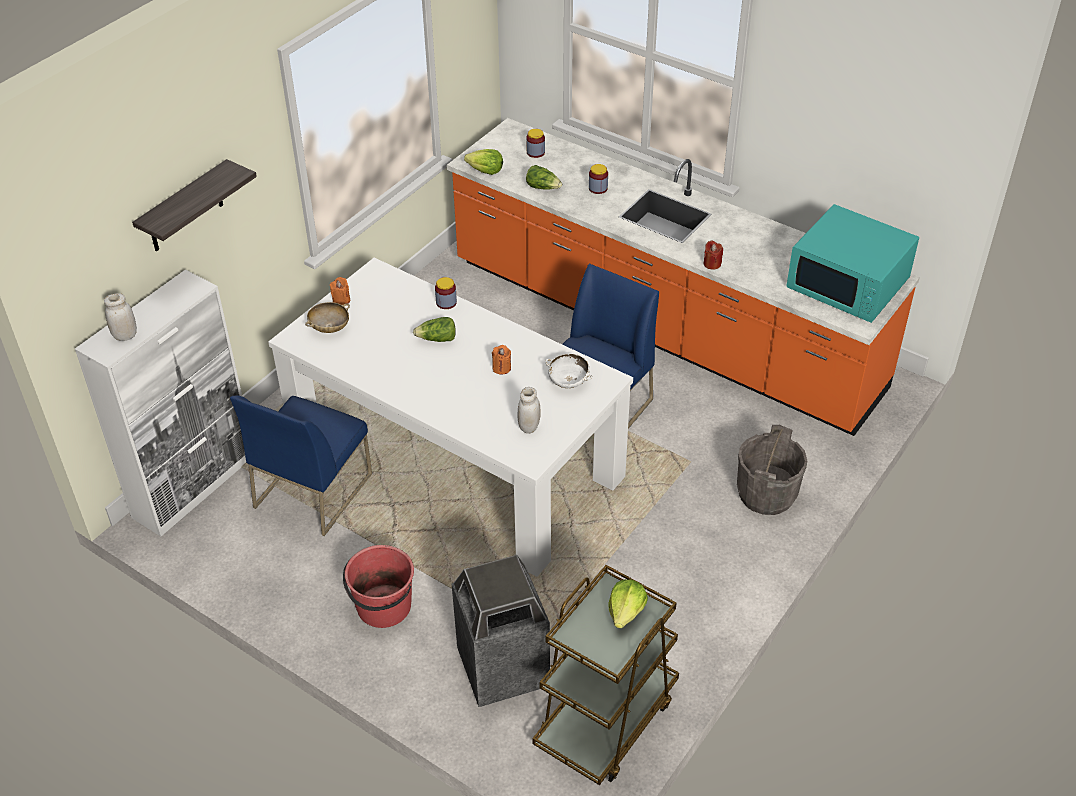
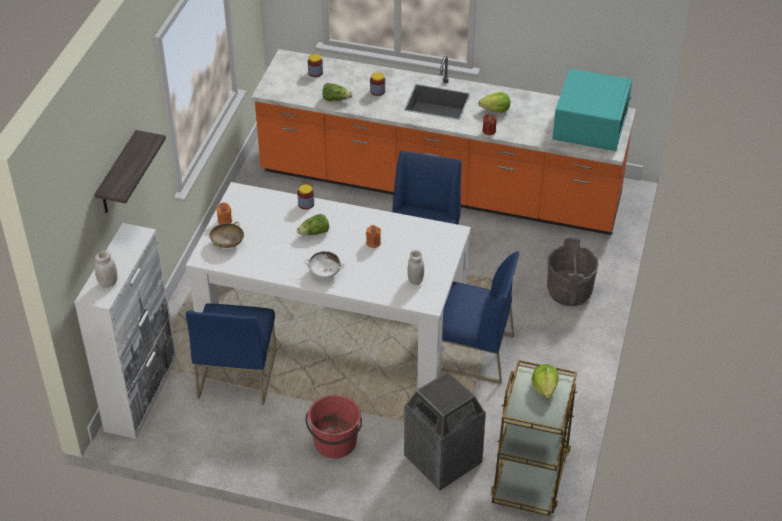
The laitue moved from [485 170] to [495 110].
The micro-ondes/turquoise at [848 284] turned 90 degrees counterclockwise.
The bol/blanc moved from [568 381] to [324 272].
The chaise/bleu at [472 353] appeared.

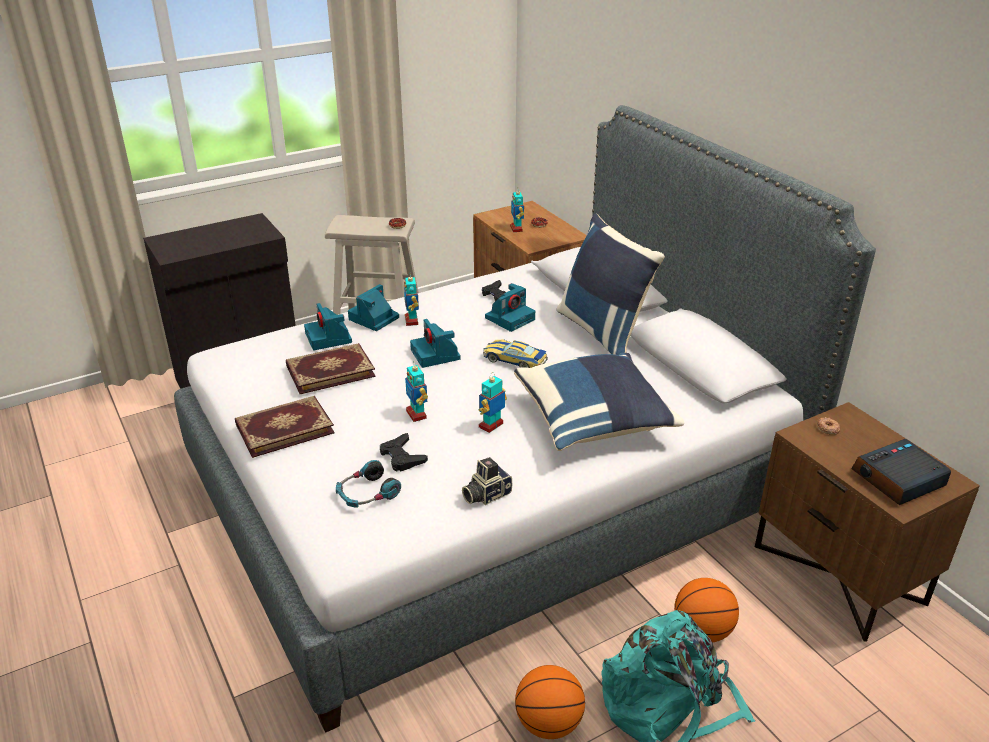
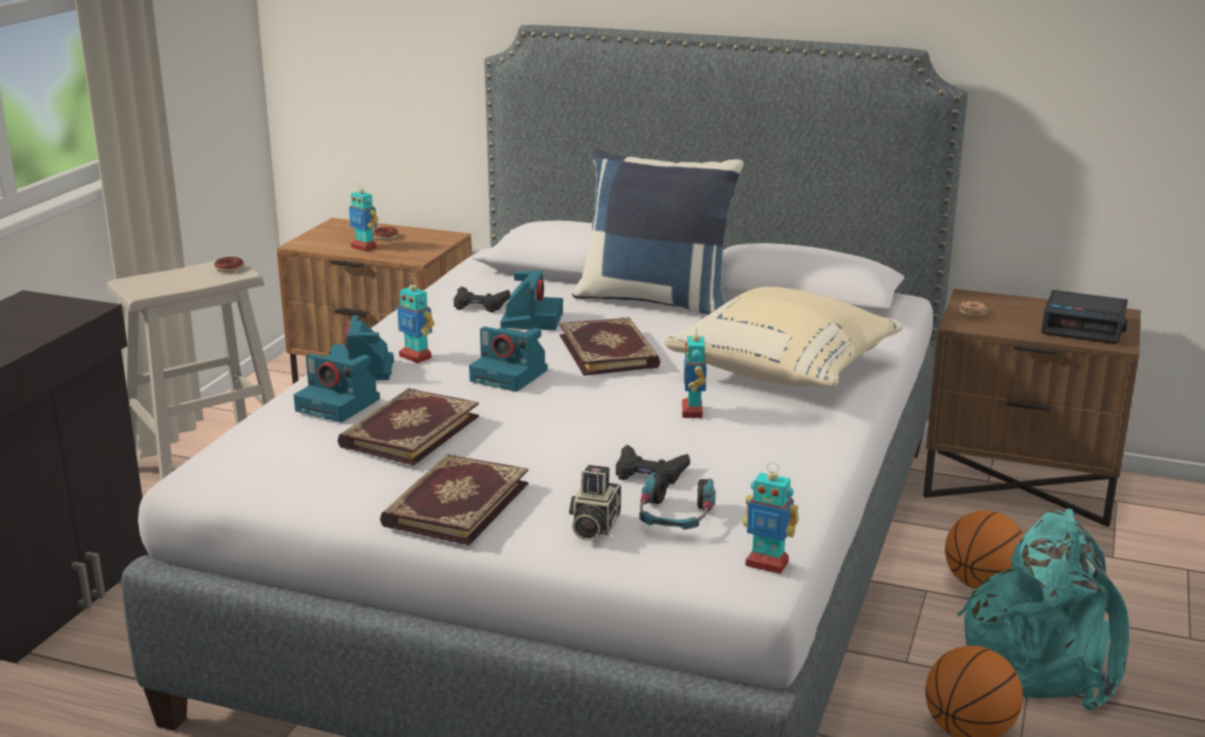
The petite voiture at [514 360] was replaced by the livre at [610 351].
The coussin/bleu at [594 421] became the coussin/beige at [786 371].
The robot jouet moved from [417 414] to [767 563].
The réveil at [898 479] turned 90 degrees counterclockwise.
The appareil photo moved from [485 494] to [593 526].

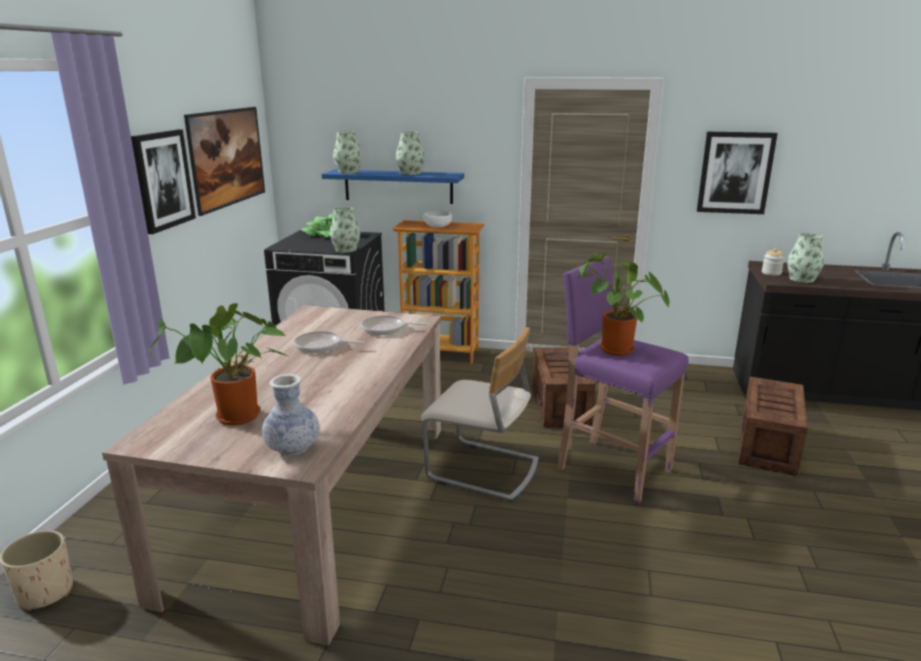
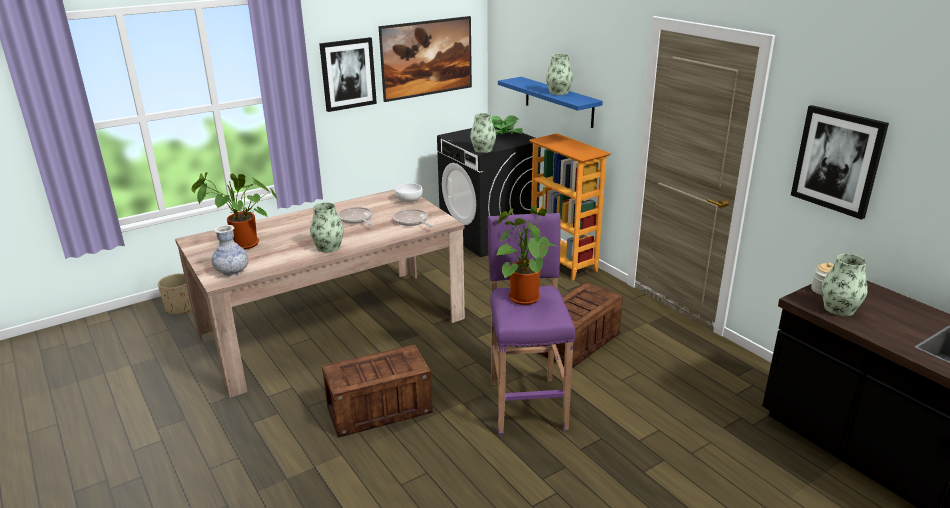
The vase moved from [348 172] to [328 247].
The bol/blanc moved from [437 226] to [408 199].
The chaise/beige at [483 470] disappeared.
The caisse moved from [767 444] to [381 409].

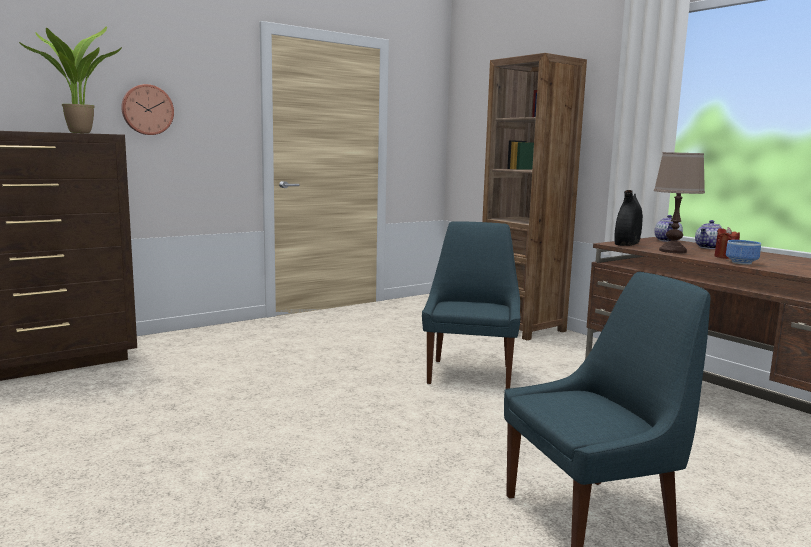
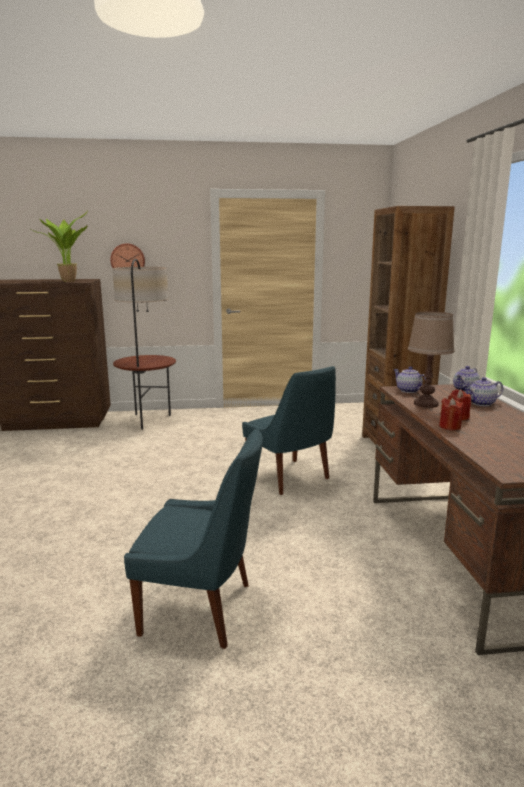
The vase/noir at [627 244] was replaced by the théière at [408 391].
The chaise/bleu at [470 373] turned 105 degrees clockwise.
The bol at [741 263] was replaced by the bougie/rouge at [449 427].
The lampadaire at [148 421] appeared.

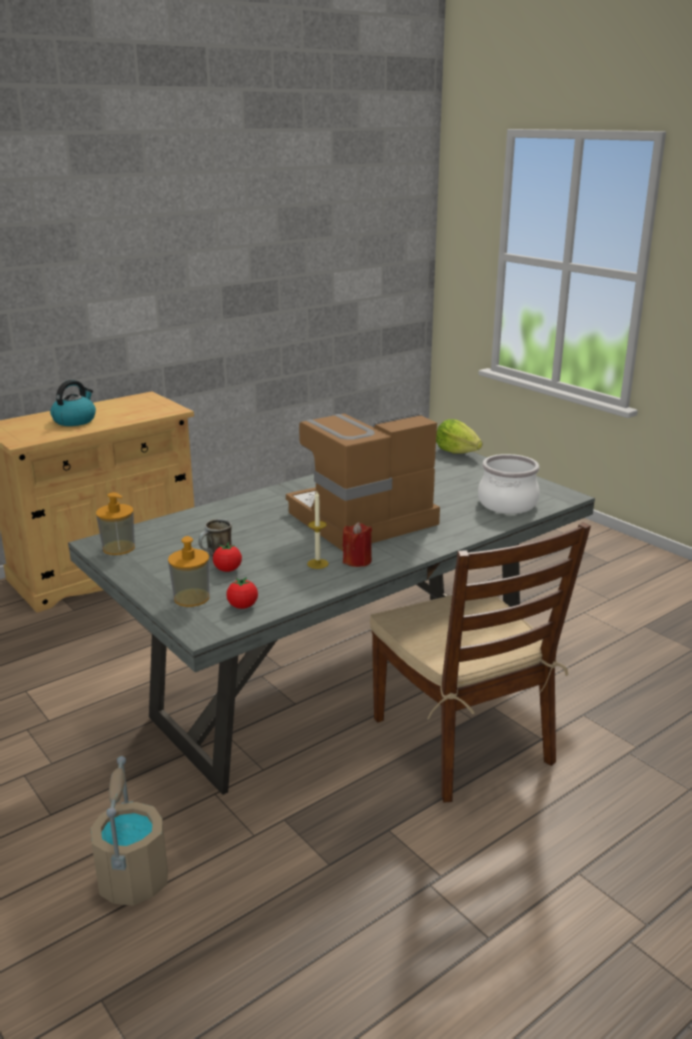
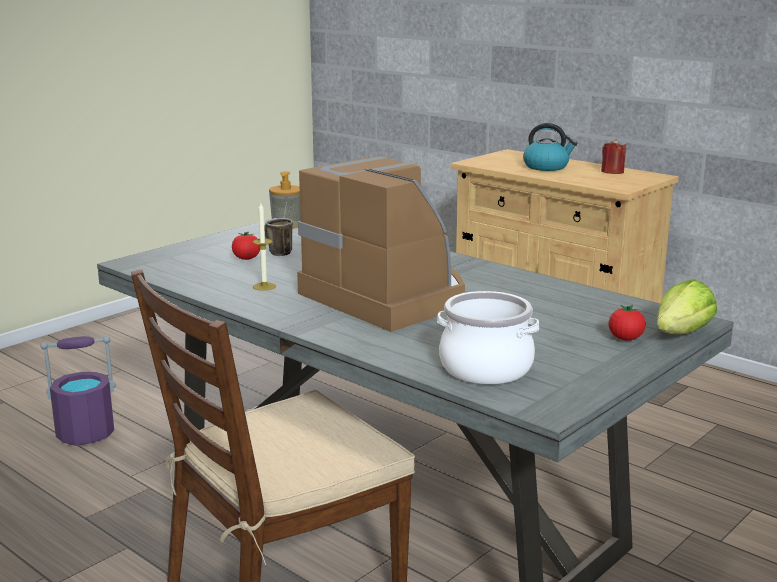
The bougie/rouge moved from [357 561] to [612 172].
The distributeur de savon at [191 597] disappeared.
The tomate moved from [242 606] to [625 339].
The seau/beige at [133 879] became the seau/violet at [86 433].

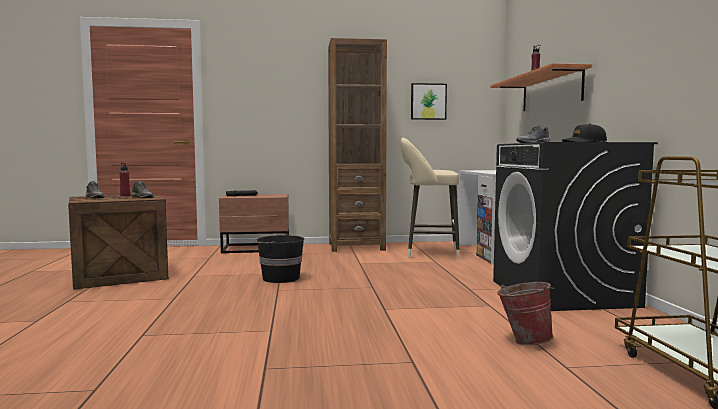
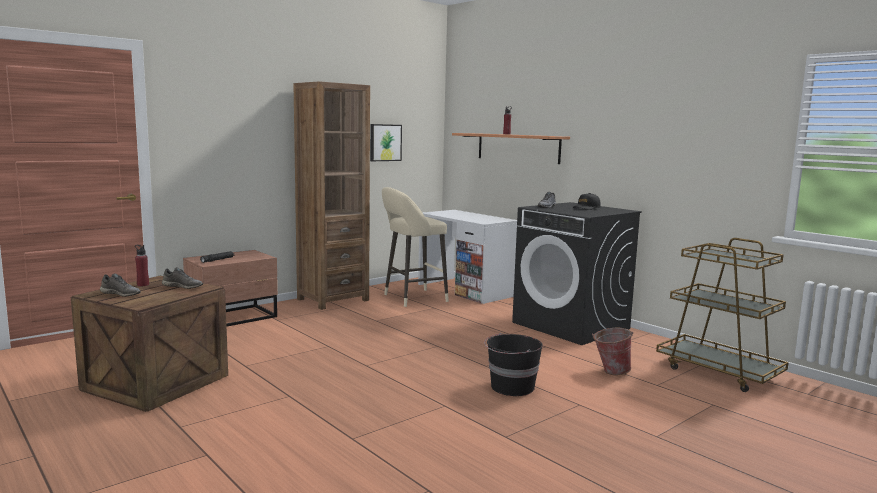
The seau/noir moved from [280 278] to [511 387].

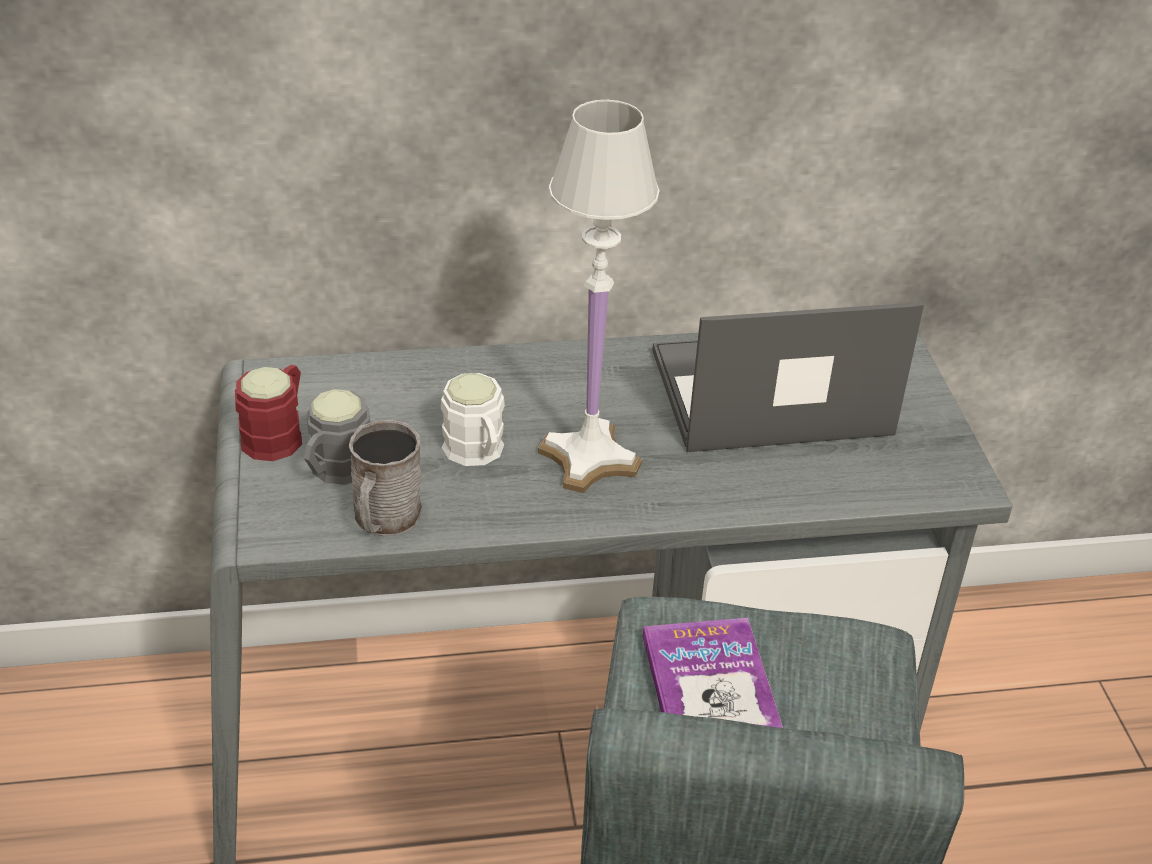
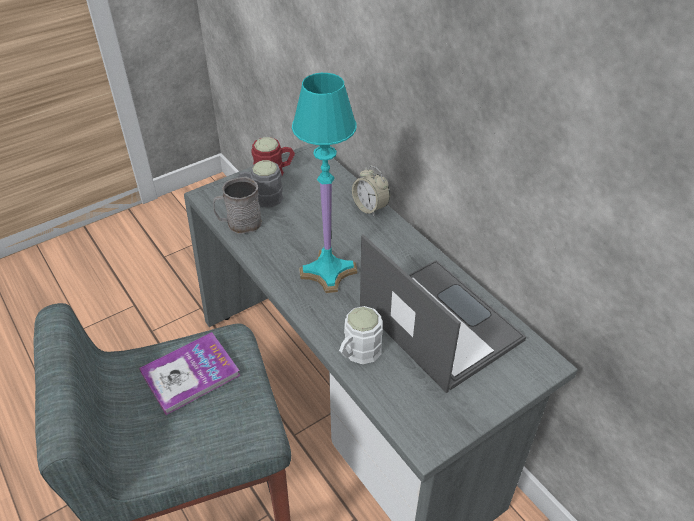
The lampe de table/blanc at [590 459] became the lampe de table/turquoise at [327 272].
The mug/blanc moved from [477 453] to [358 353].
The réveil at [370 208] appeared.

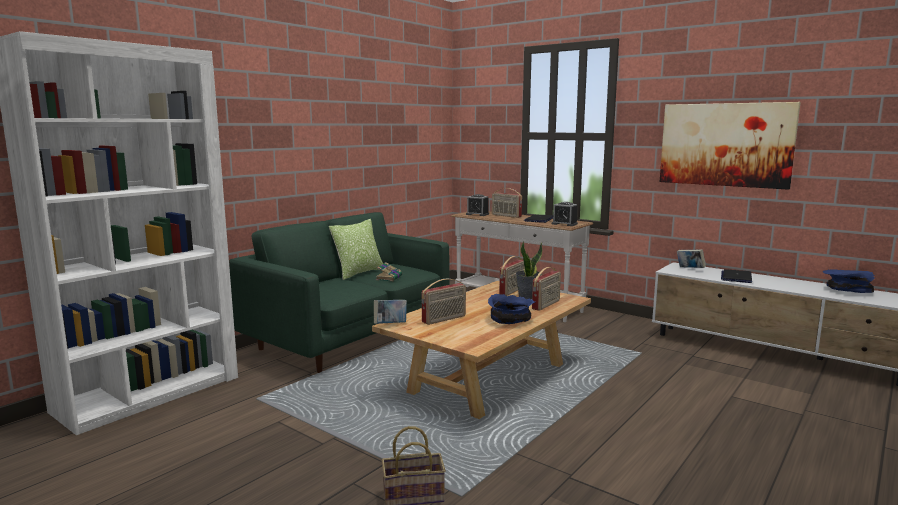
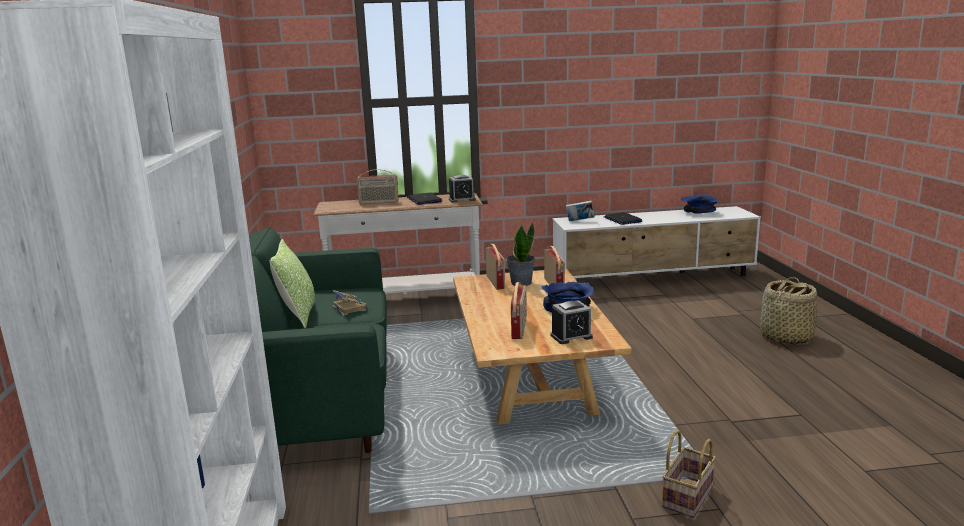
The tableau at [725 144] disappeared.
The réveil moved from [477 214] to [571 336].
The livre at [390 325] disappeared.
The panier at [785 337] appeared.

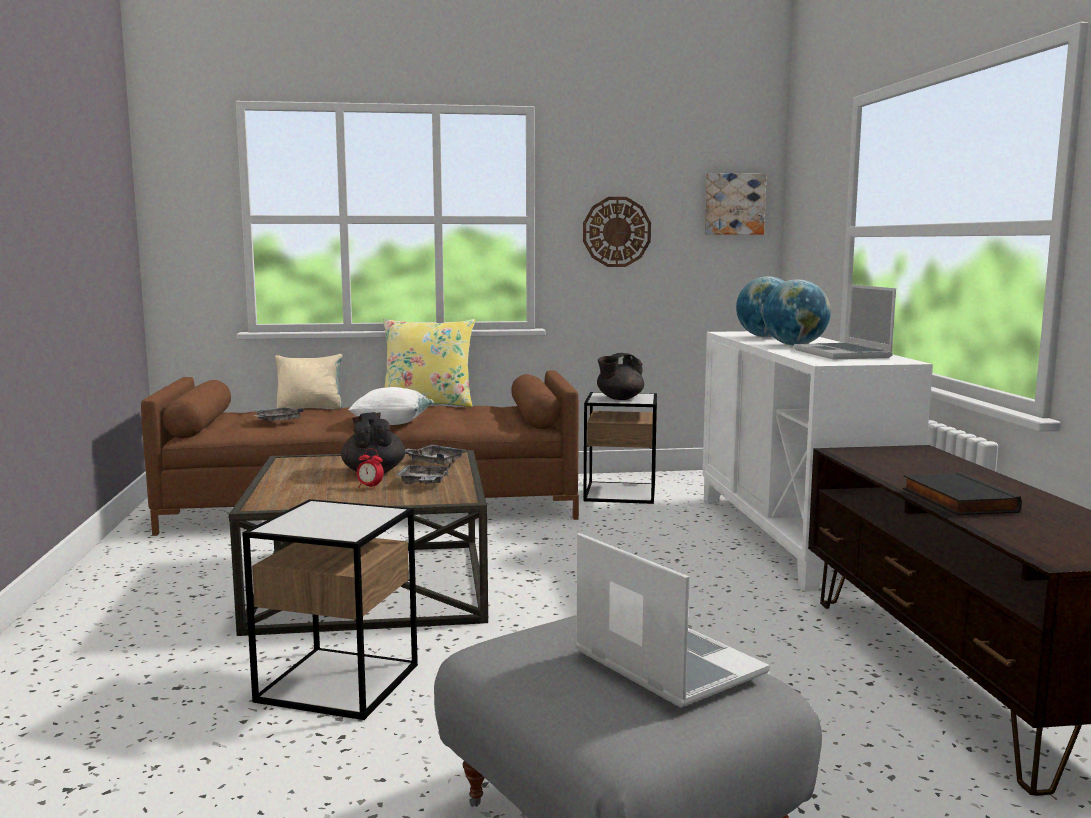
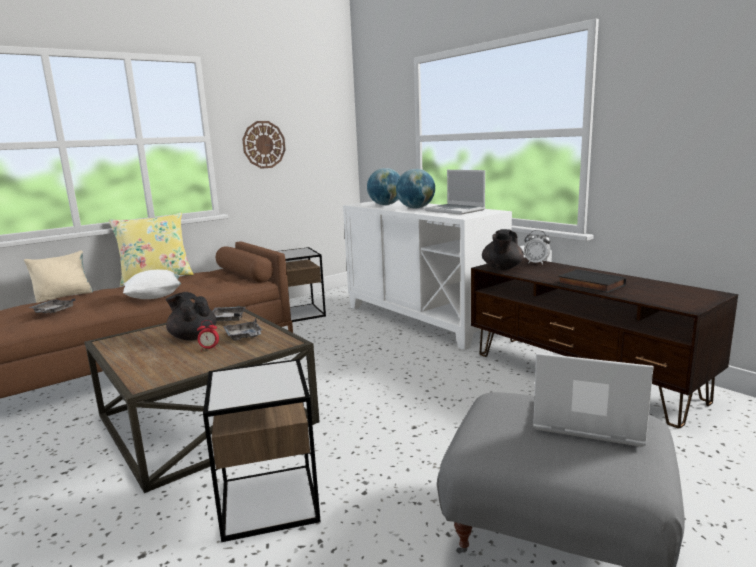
The tableau at [734 204] disappeared.
The théière/noir moved from [619 398] to [502 268].
The réveil at [536 263] appeared.

